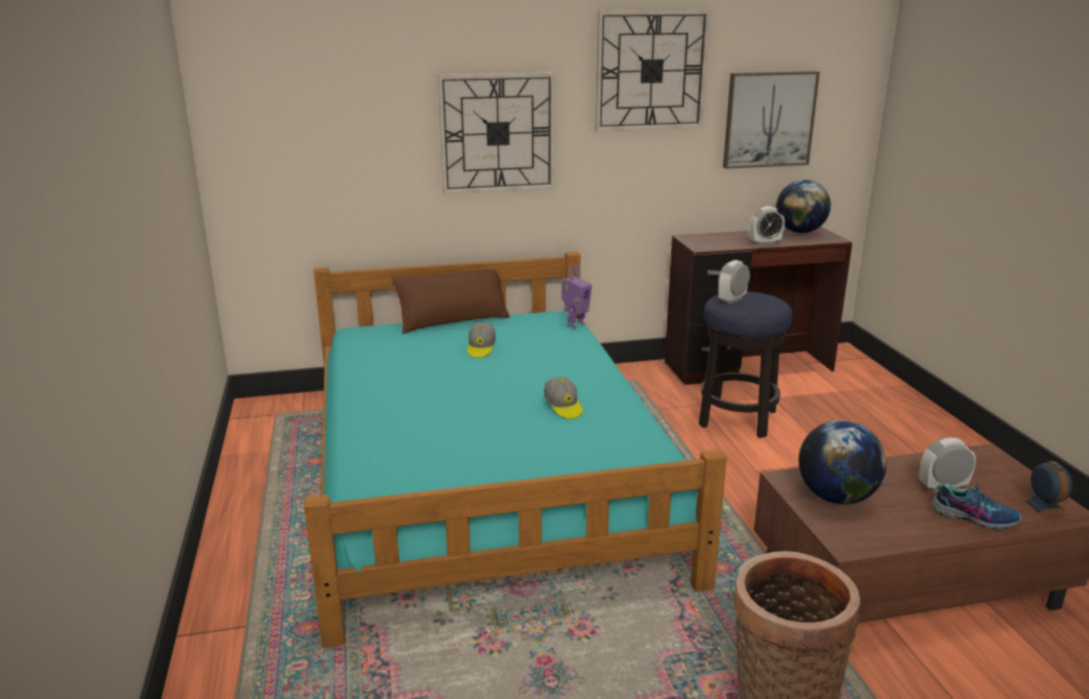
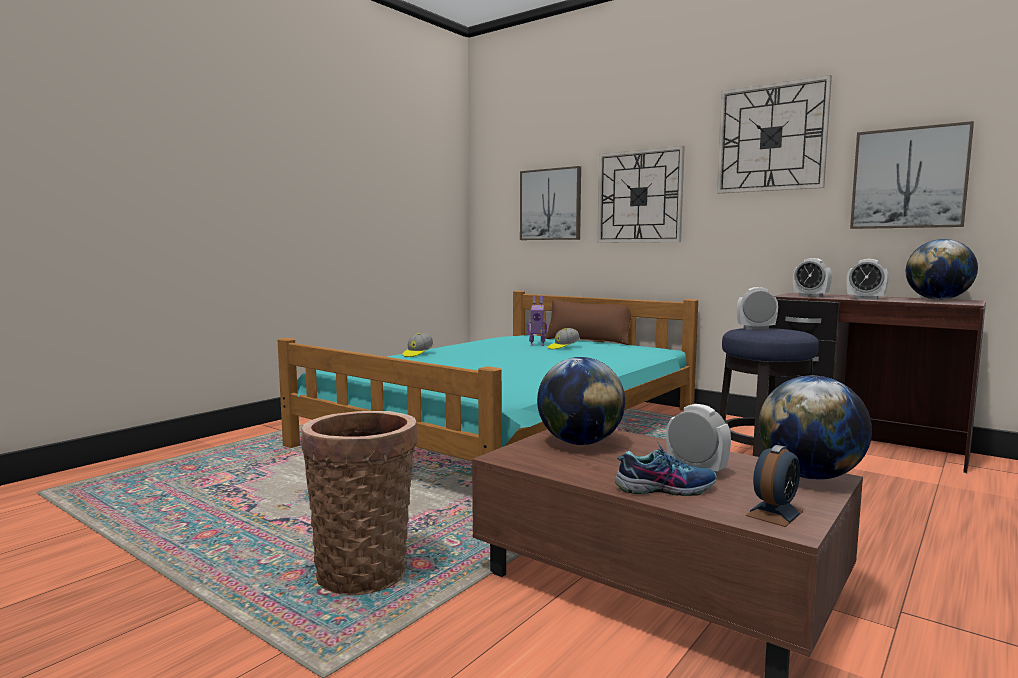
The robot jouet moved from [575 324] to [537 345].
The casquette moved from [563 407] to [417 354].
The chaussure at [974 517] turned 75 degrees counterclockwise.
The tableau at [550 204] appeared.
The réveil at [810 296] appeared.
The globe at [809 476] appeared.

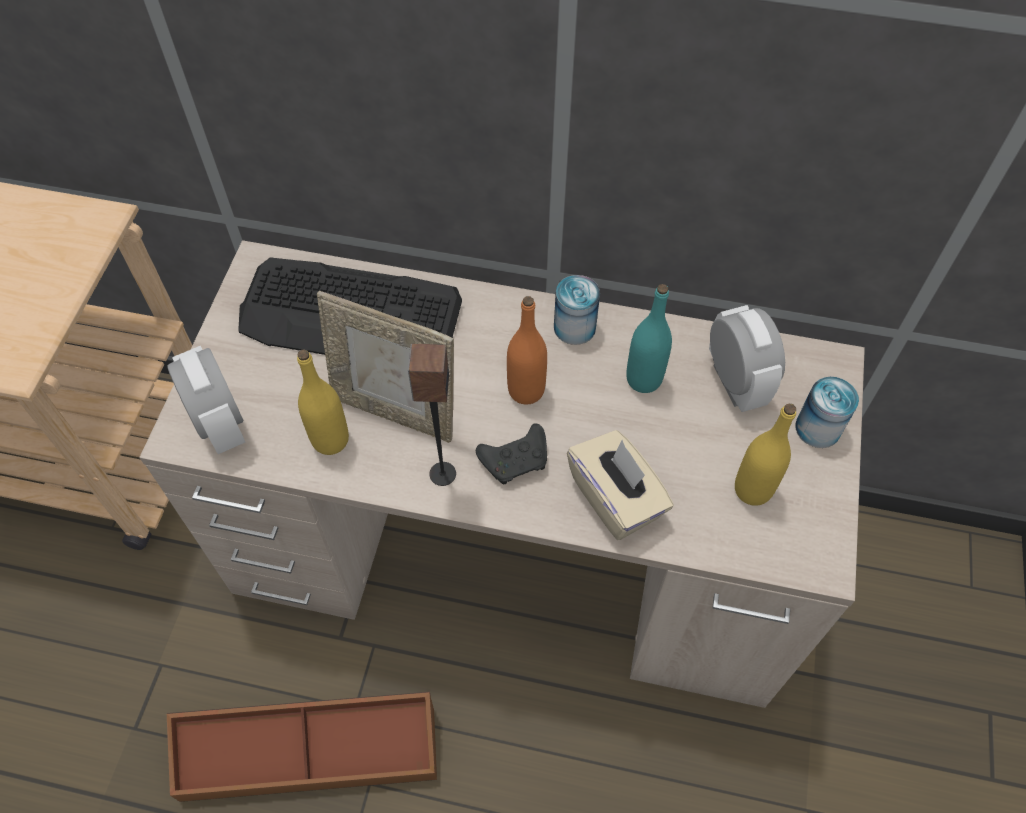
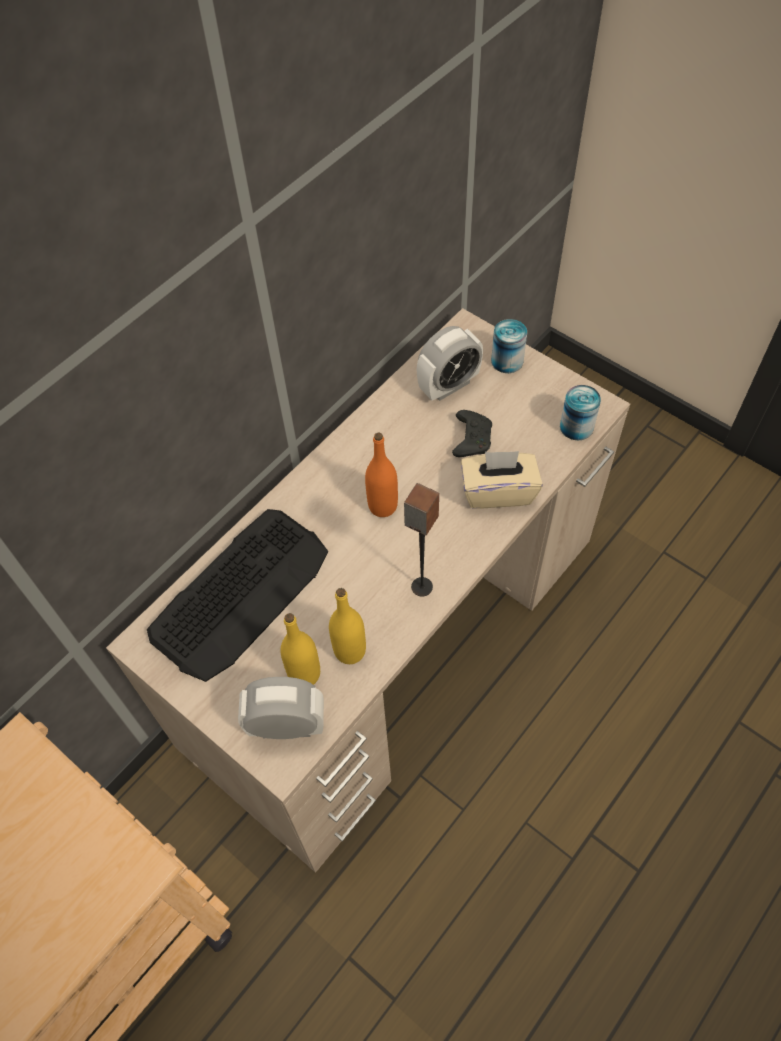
The boîte métallique moved from [574 327] to [576 426].
The bouteille/turquoise at [643 379] disappeared.
The cadre photo at [396 411] disappeared.
The réveil at [735 382] turned 135 degrees clockwise.
The bouteille/jaune moved from [752 489] to [304 674].
The manette/noir moved from [516 459] to [471 439].
The boîte de rangement/marron at [310 751] disappeared.

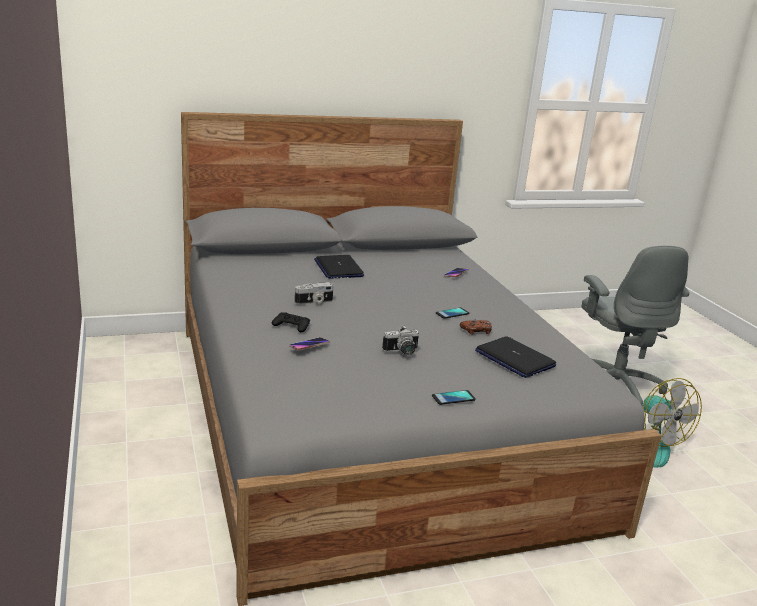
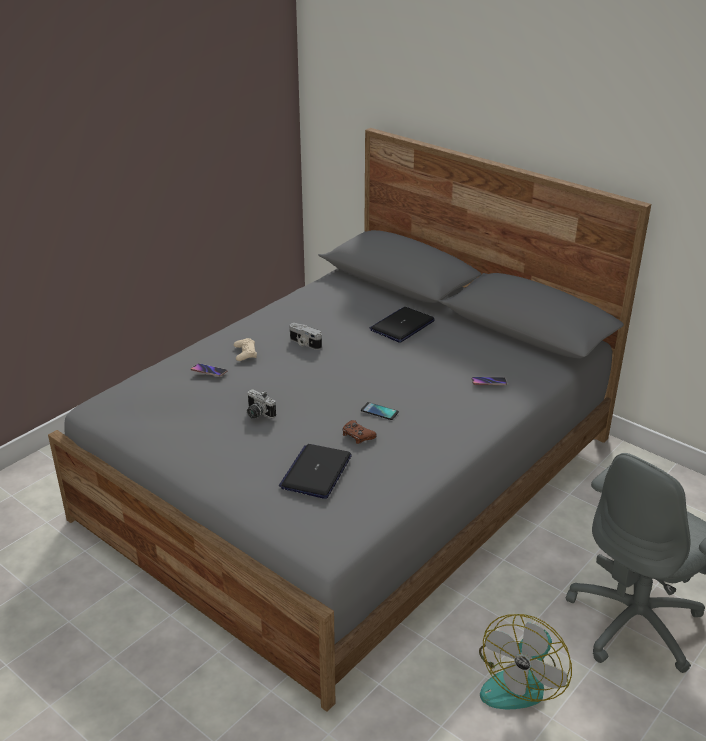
The manette/noir at [291 326] became the manette/beige at [245 353].
The téléphone at [453 398] disappeared.

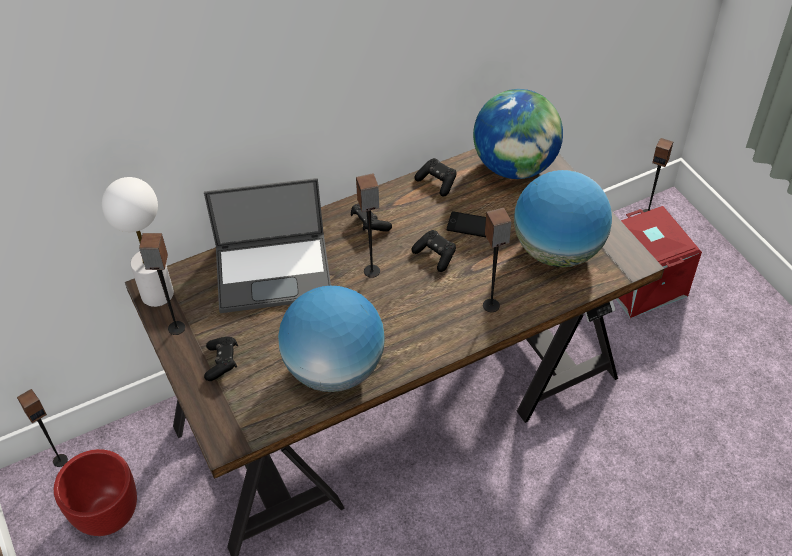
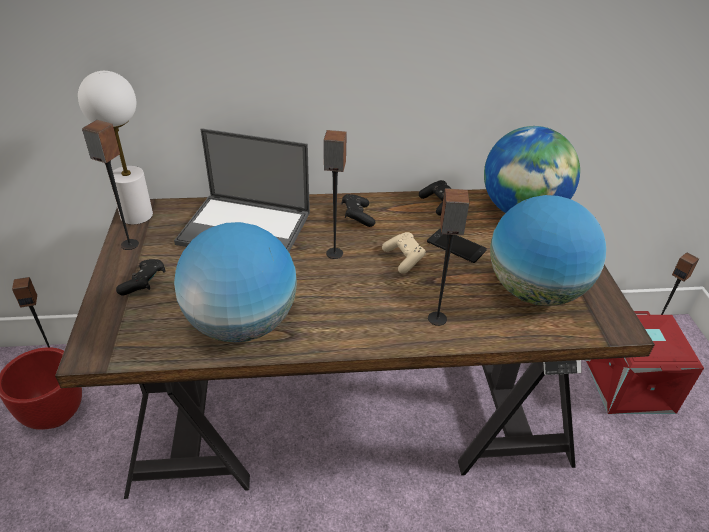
The manette/noir at [435 255] became the manette/beige at [404 259].

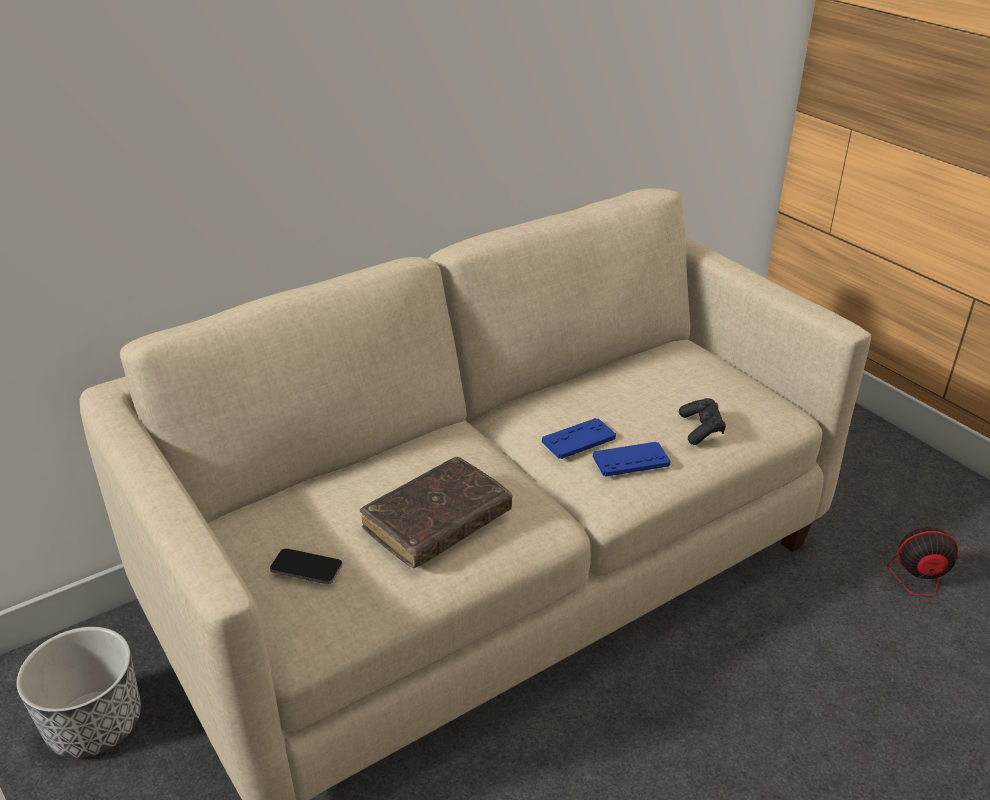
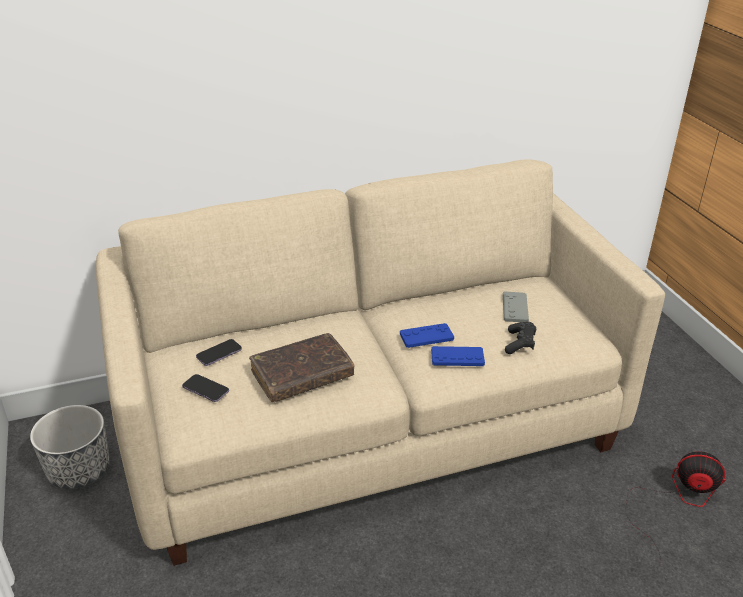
The manette/gris at [515 308] appeared.
The téléphone at [219 354] appeared.

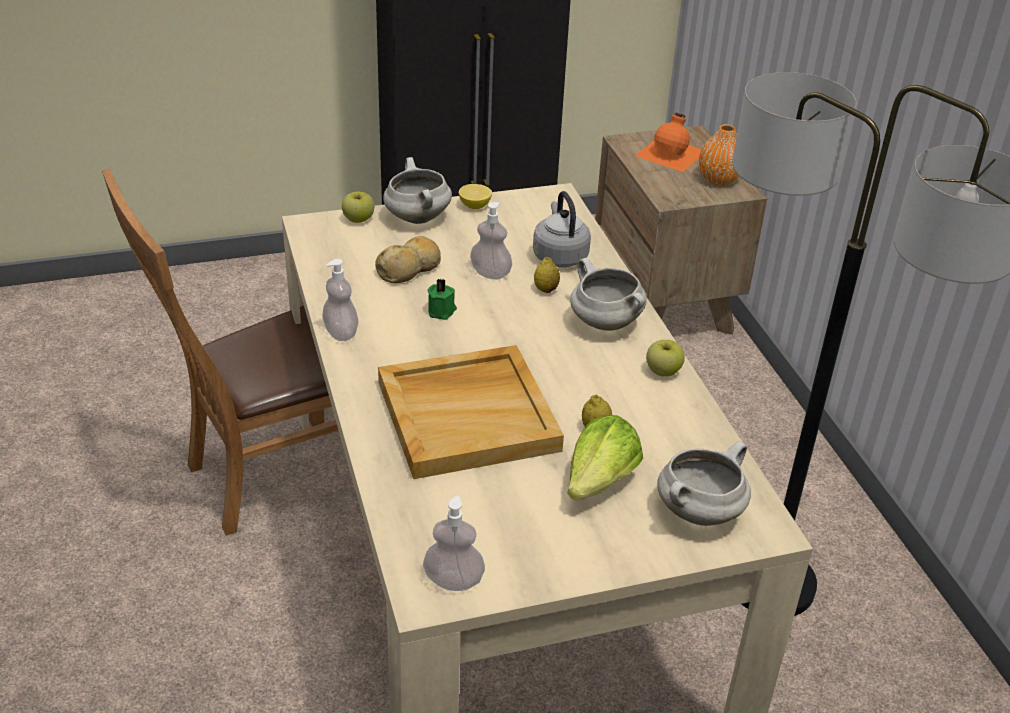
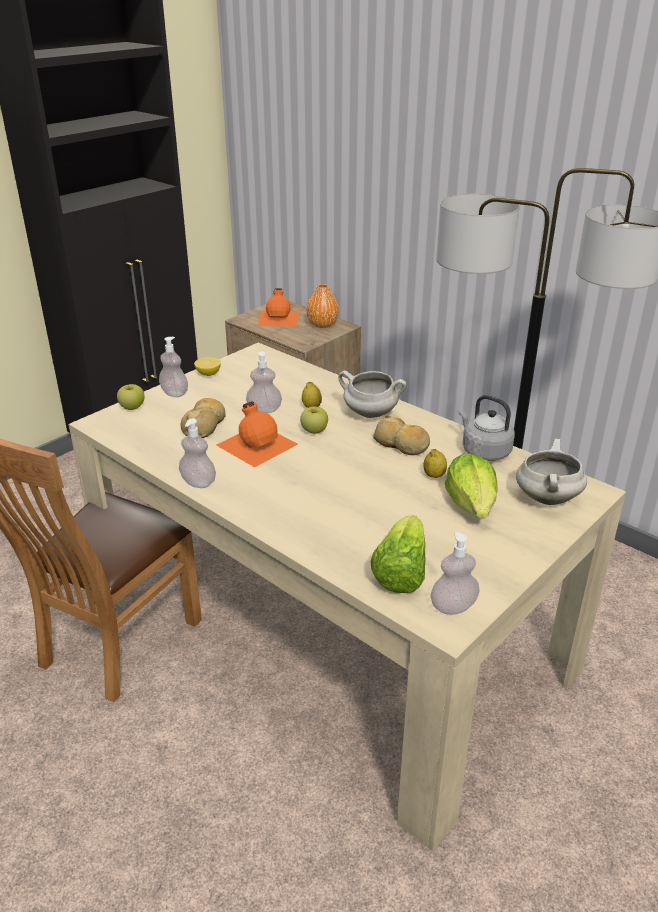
The marmite/blanc at [416 217] was replaced by the distributeur de savon at [174 393].
The bouilloire/gris moved from [559 255] to [483 451].
The bougie/vert at [442 311] was replaced by the bouteille/orange at [257 443].
The pomme moved from [663 371] to [314 430].
The plateau/beige at [468 415] disappeared.
The pain at [401 444] appeared.
The laitue at [401 572] appeared.

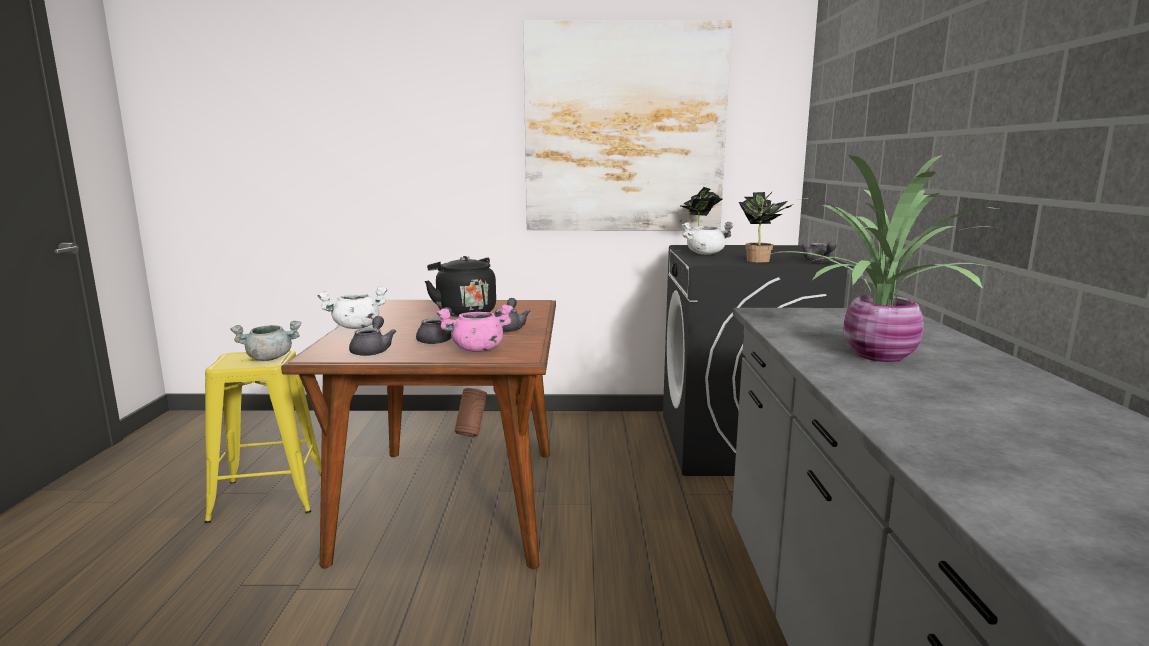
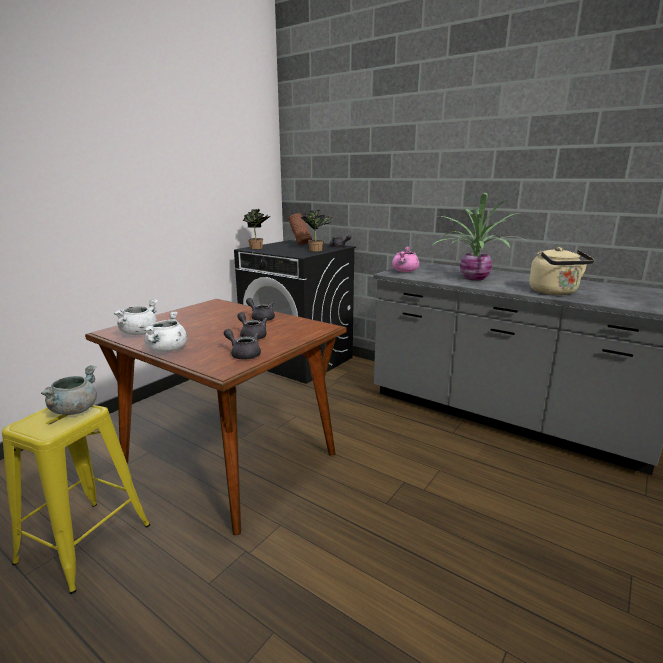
The tableau at [624 129] disappeared.
The marmite/blanc moved from [705 254] to [139 333].
The bouilloire/noir at [464 312] disappeared.
The marmite/rose moved from [477 350] to [405 271].
The vase/marron moved from [471 434] to [300 244].
The bouilloire/beige at [555 292] appeared.

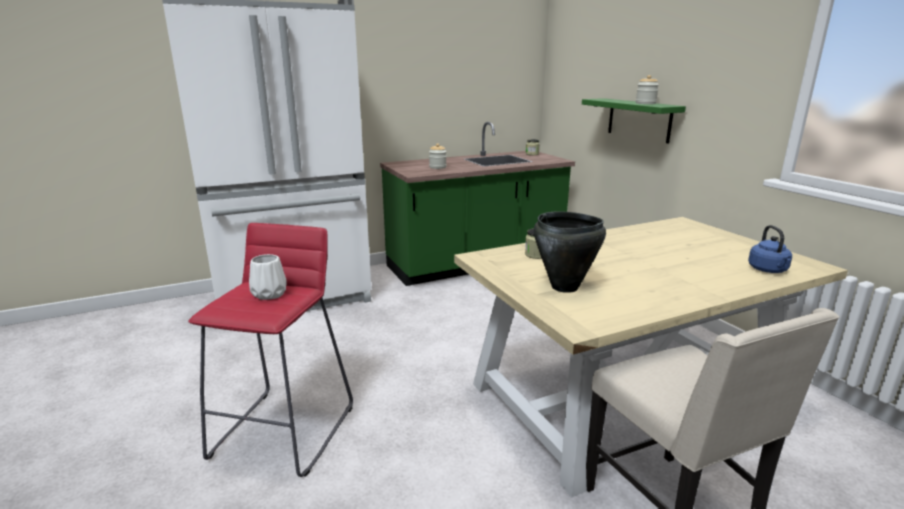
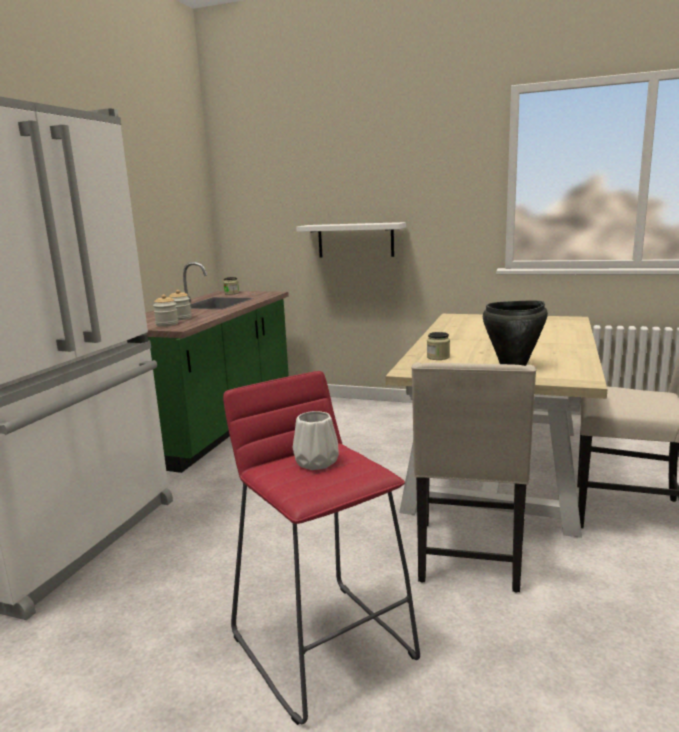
The bocal moved from [645 103] to [167 324].
The étagère/vert at [639 120] became the étagère/blanc at [355 240].
The bouilloire/bleu at [768 270] disappeared.
The chaise/beige at [469 557] appeared.

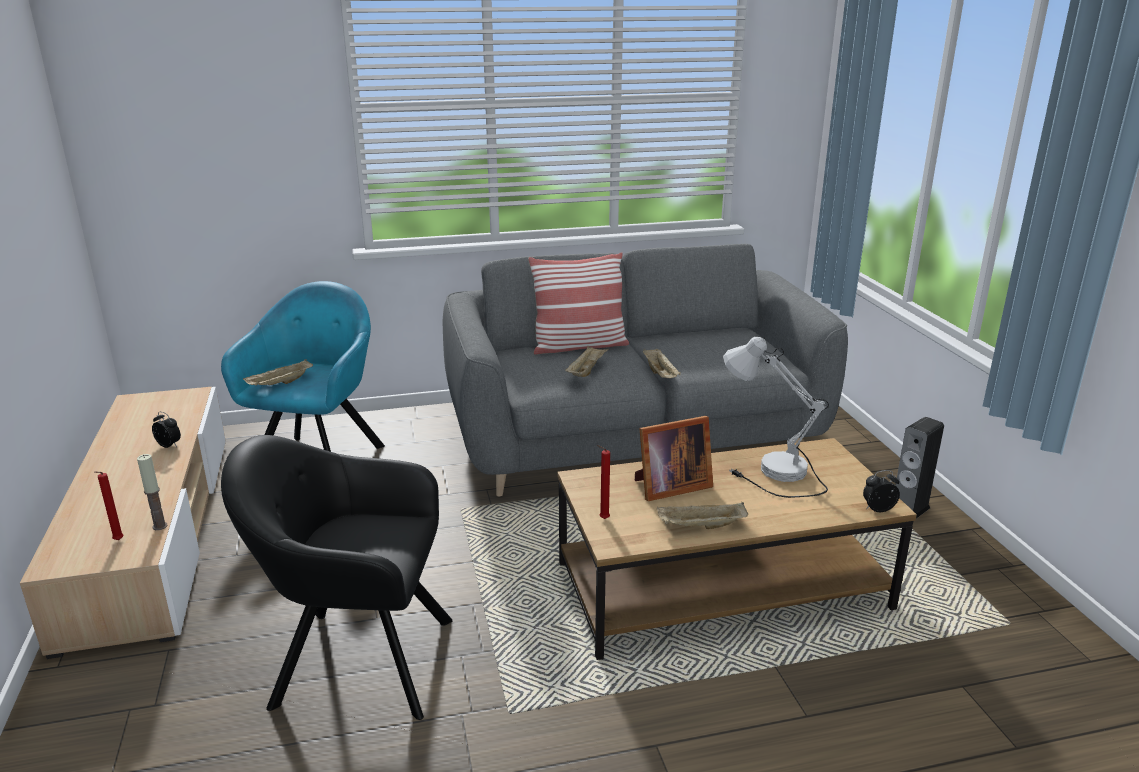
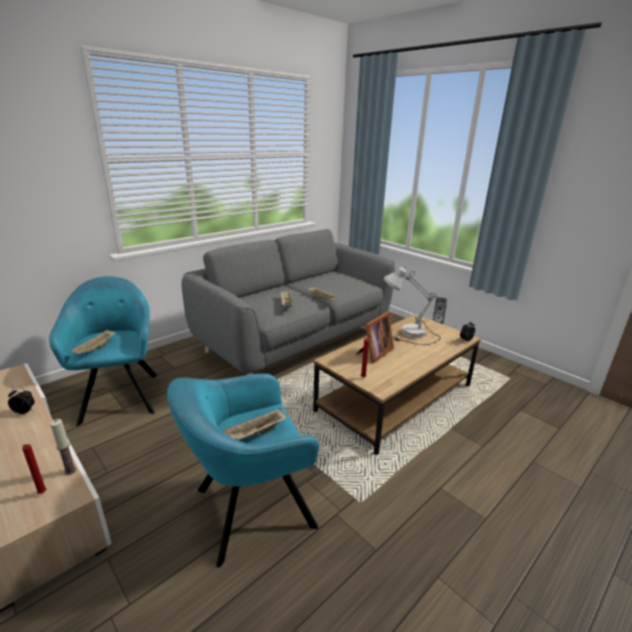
The coussin at [579 346] disappeared.
The fauteuil/noir at [356 661] became the fauteuil/turquoise at [249 509].
The plateau/beige moved from [700 527] to [256 434].

